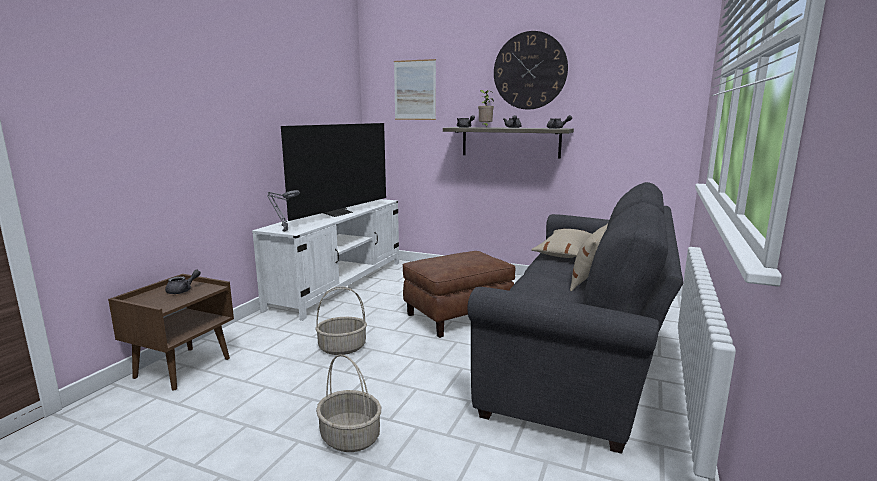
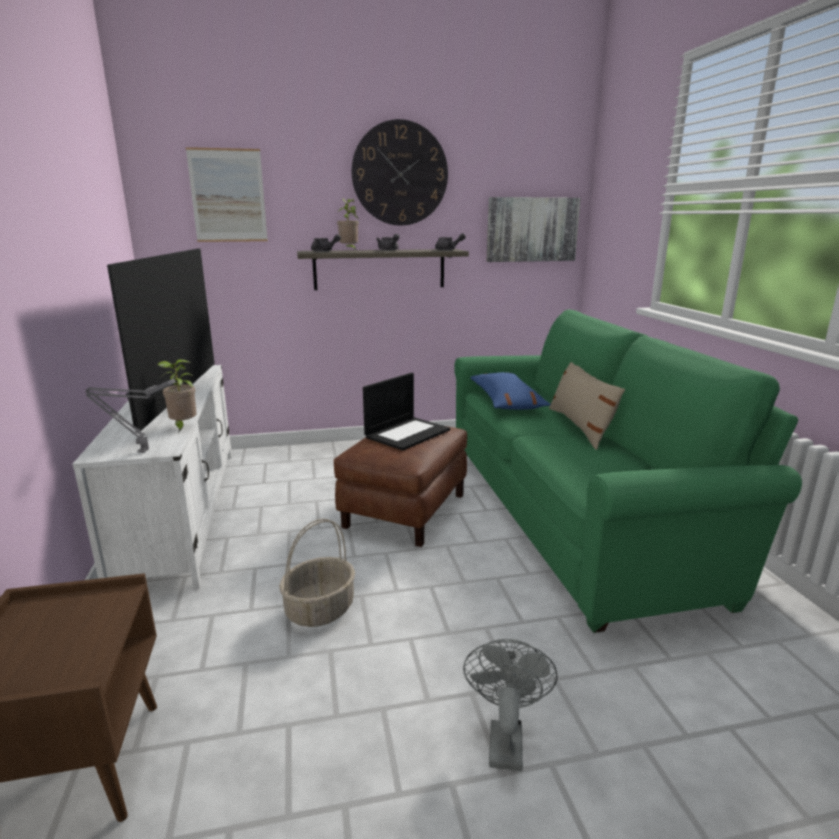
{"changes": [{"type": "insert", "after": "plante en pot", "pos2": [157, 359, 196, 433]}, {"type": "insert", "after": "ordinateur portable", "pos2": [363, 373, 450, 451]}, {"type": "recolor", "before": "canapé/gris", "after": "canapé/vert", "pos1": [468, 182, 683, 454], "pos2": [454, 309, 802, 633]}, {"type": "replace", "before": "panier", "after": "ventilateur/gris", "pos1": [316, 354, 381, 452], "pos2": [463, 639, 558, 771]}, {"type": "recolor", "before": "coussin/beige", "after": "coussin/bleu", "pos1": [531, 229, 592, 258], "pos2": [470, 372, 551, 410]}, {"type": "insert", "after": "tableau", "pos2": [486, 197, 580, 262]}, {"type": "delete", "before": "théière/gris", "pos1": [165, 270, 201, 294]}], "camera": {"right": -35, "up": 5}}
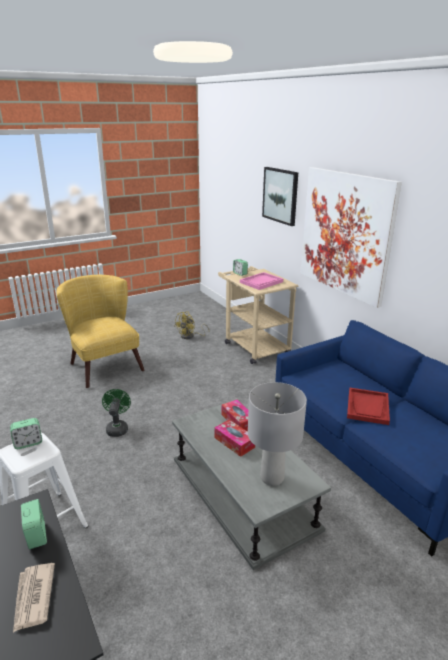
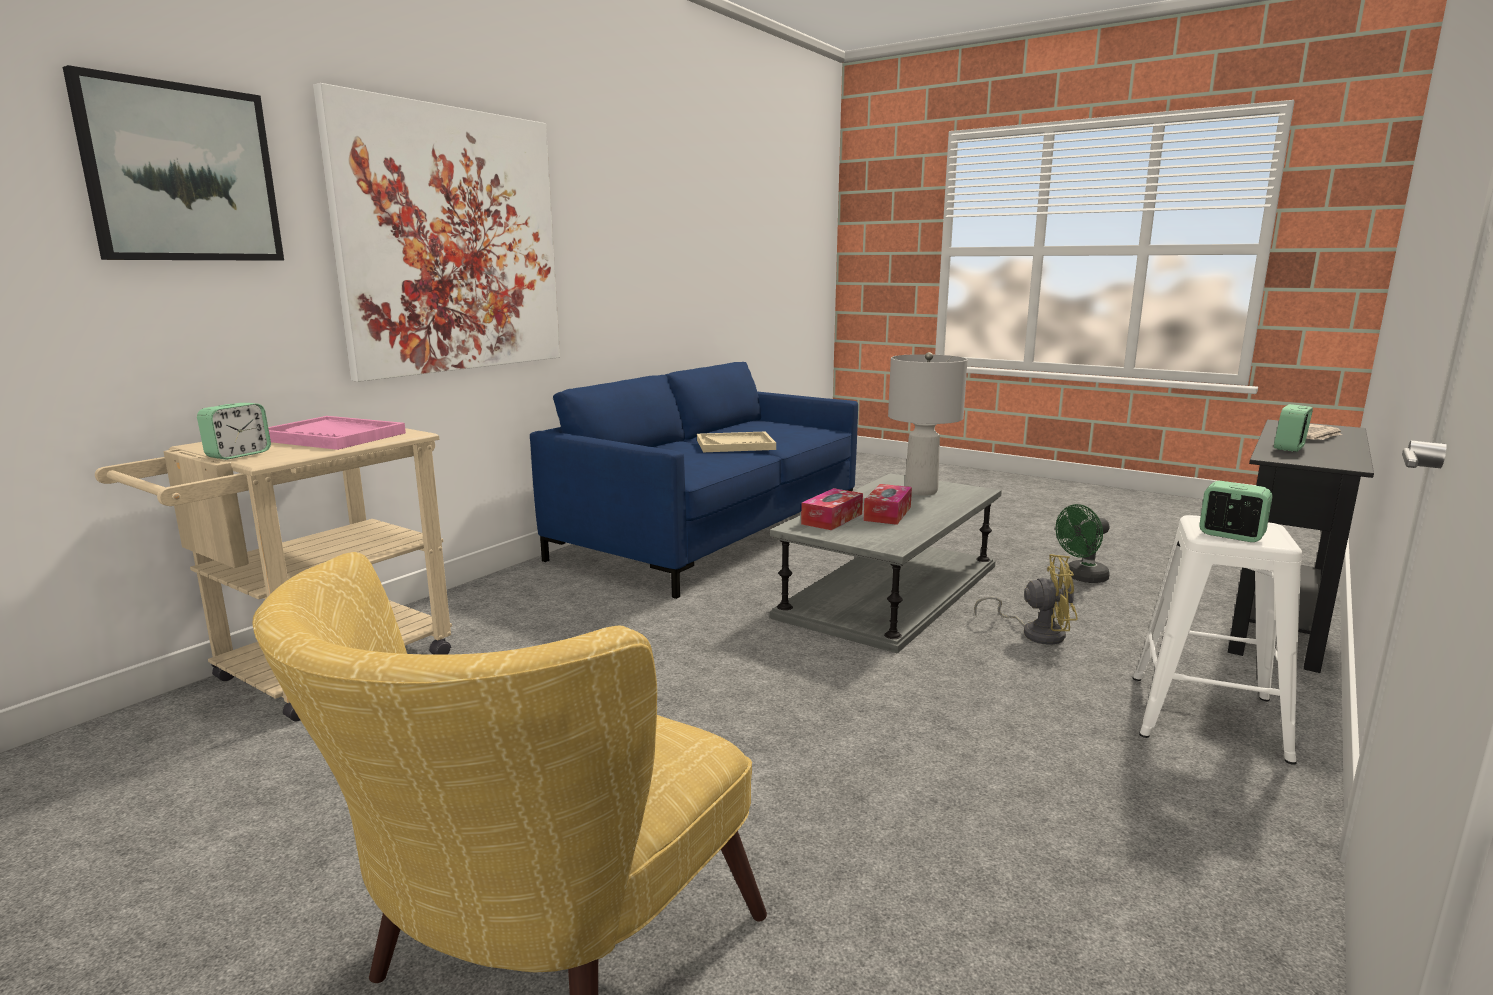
{"changes": [{"type": "recolor", "before": "plateau/rouge", "after": "plateau/beige", "pos1": [347, 388, 390, 425], "pos2": [697, 432, 776, 452]}, {"type": "move", "before": "ventilateur/jaune", "pos1": [174, 311, 209, 339], "pos2": [974, 554, 1078, 645]}, {"type": "move", "before": "ventilateur/vert", "pos1": [102, 389, 131, 437], "pos2": [1056, 504, 1110, 583]}], "camera": {"right": -115, "up": -10}}
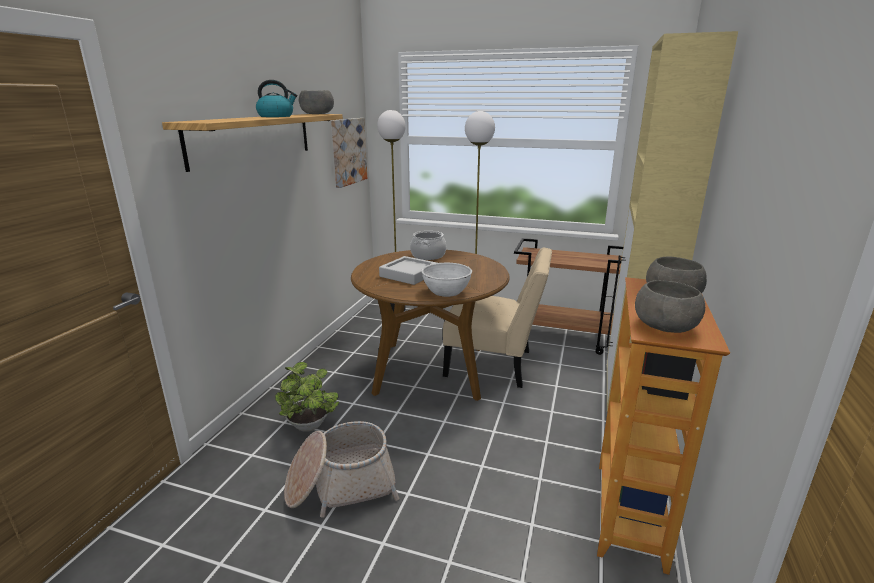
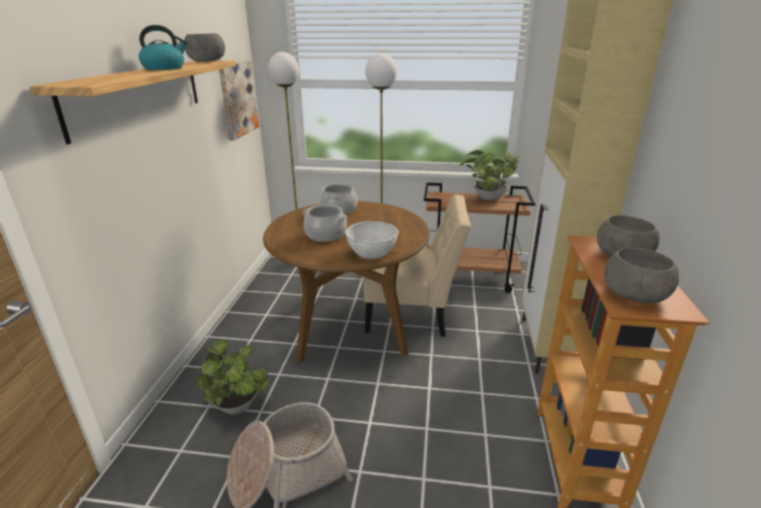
{"changes": [{"type": "replace", "before": "plateau/gris", "after": "marmite", "pos1": [379, 256, 437, 285], "pos2": [303, 204, 347, 242]}, {"type": "insert", "after": "plante en pot", "pos2": [460, 150, 520, 201]}], "camera": {"right": -10, "up": 5}}
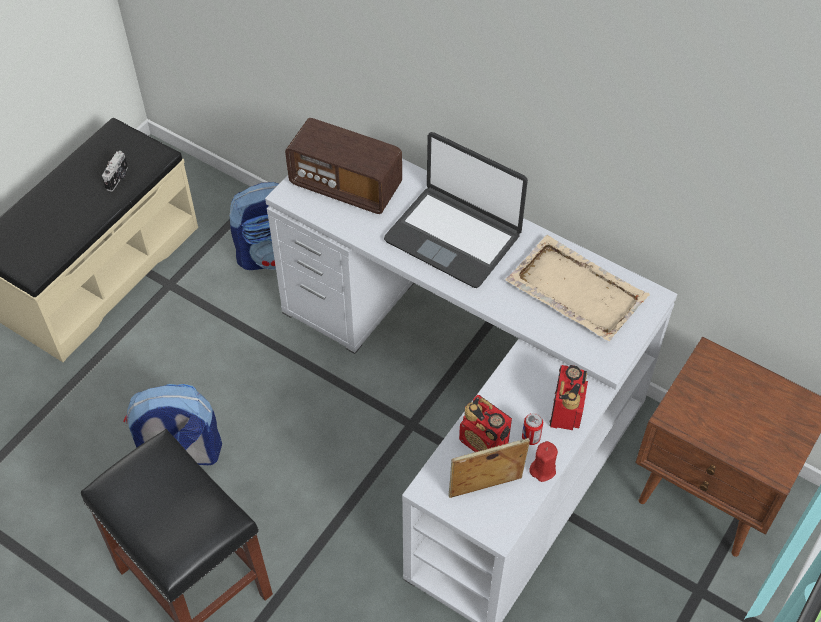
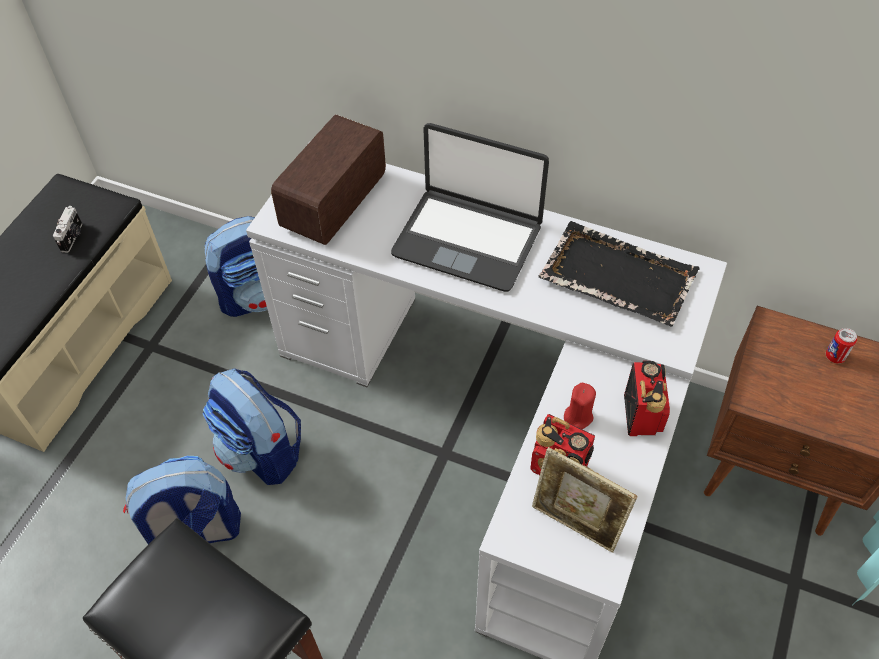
{"changes": [{"type": "insert", "after": "sac à dos", "pos2": [203, 368, 301, 485]}, {"type": "rotate", "before": "radio", "pos1": [285, 118, 402, 214], "pos2": [271, 114, 386, 245], "turn": 105}, {"type": "rotate", "before": "cadre photo", "pos1": [448, 438, 530, 498], "pos2": [532, 447, 638, 553], "turn": -120}, {"type": "recolor", "before": "plateau/beige", "after": "plateau/noir", "pos1": [505, 235, 650, 341], "pos2": [538, 221, 700, 326]}, {"type": "move", "before": "bougie/rouge", "pos1": [529, 441, 558, 482], "pos2": [564, 383, 596, 429]}, {"type": "move", "before": "boîte métallique", "pos1": [522, 413, 543, 445], "pos2": [826, 328, 857, 363]}], "camera": {"right": -10, "up": 0}}
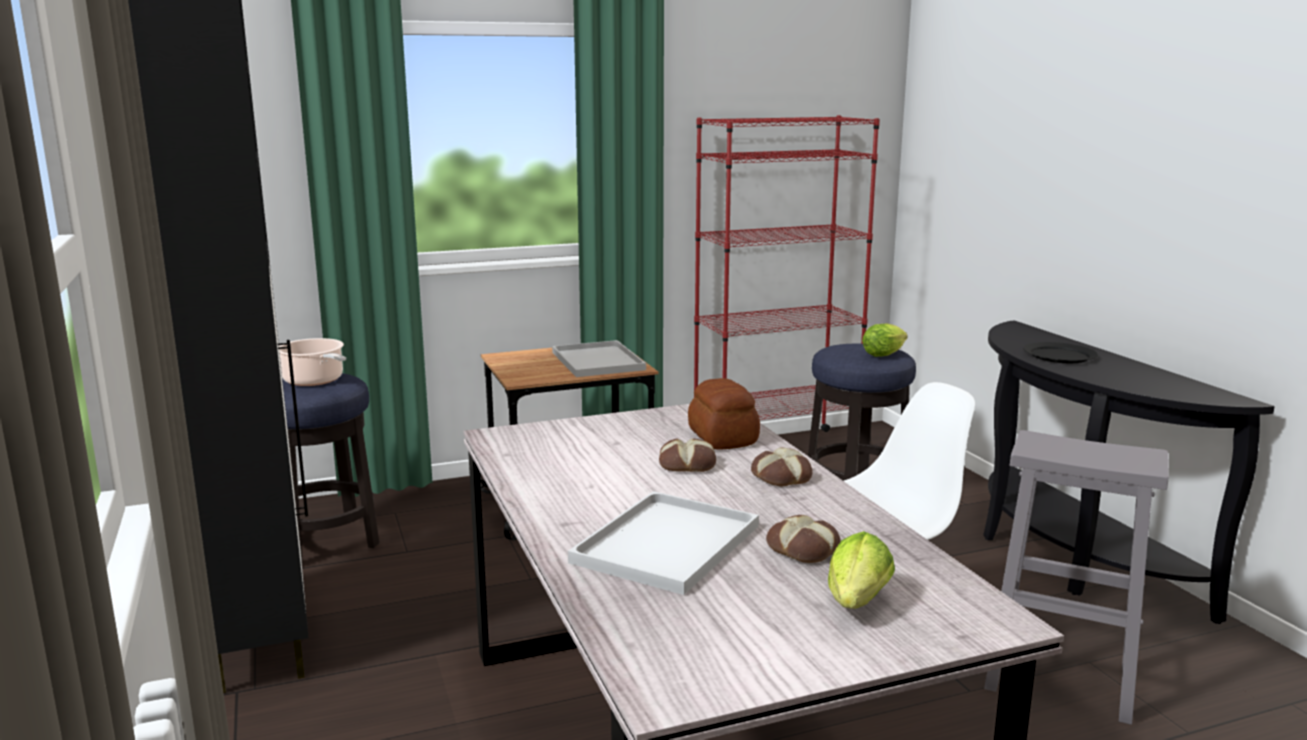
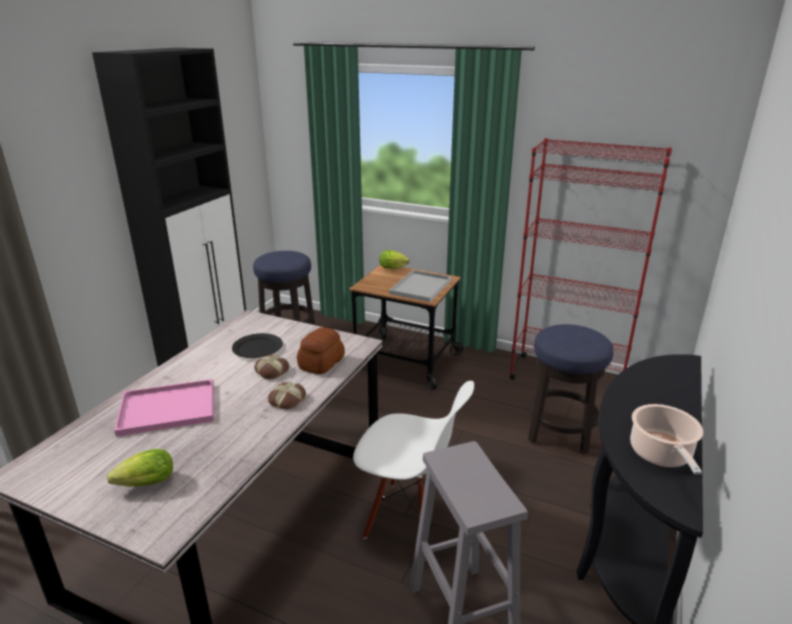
{"changes": [{"type": "recolor", "before": "plateau/blanc", "after": "plateau/rose", "pos1": [568, 491, 759, 595], "pos2": [114, 379, 214, 437]}, {"type": "move", "before": "assiette/noir", "pos1": [1023, 342, 1098, 363], "pos2": [232, 333, 283, 358]}, {"type": "move", "before": "laitue", "pos1": [862, 323, 908, 357], "pos2": [379, 250, 410, 269]}, {"type": "move", "before": "marmite", "pos1": [279, 338, 346, 386], "pos2": [630, 404, 703, 474]}, {"type": "delete", "before": "pain", "pos1": [766, 515, 840, 563]}], "camera": {"right": 45, "up": 10}}
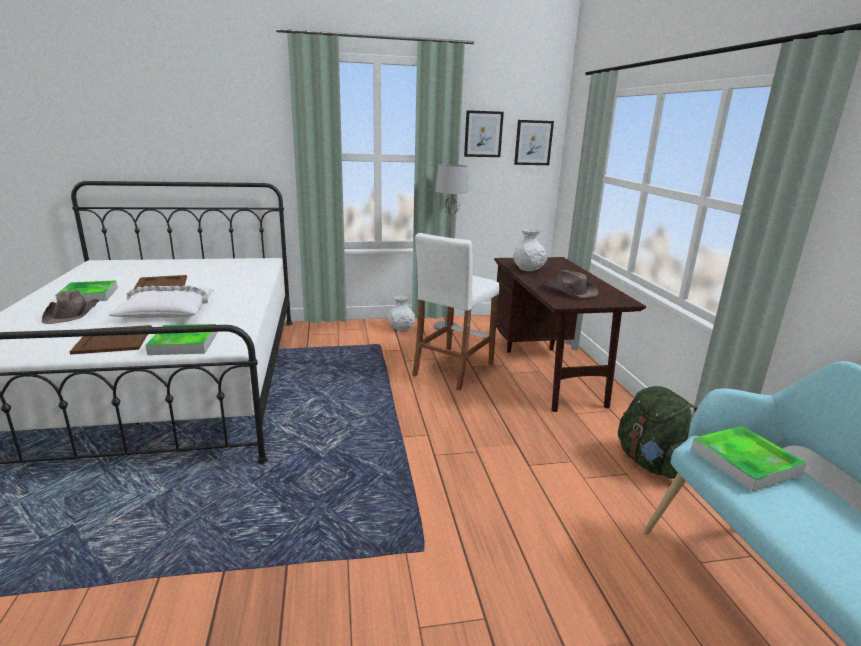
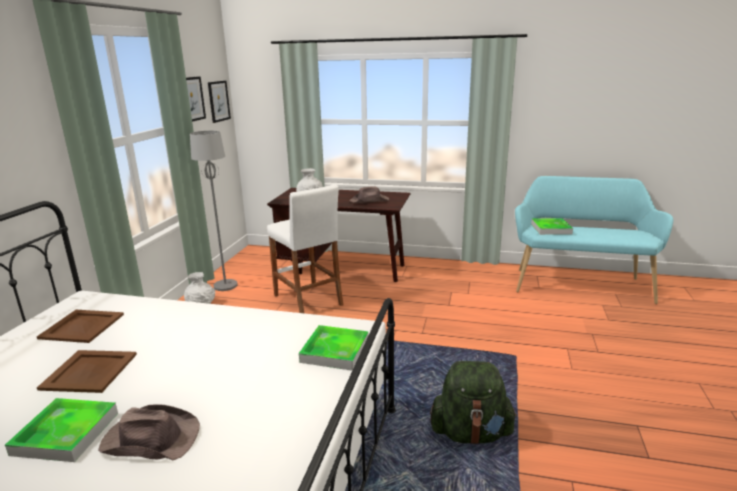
{"changes": [{"type": "move", "before": "plateau/marron", "pos1": [70, 325, 152, 355], "pos2": [37, 310, 124, 343]}, {"type": "move", "before": "sac à dos/vert", "pos1": [618, 386, 697, 479], "pos2": [430, 361, 517, 444]}, {"type": "delete", "before": "coussin/blanc", "pos1": [108, 285, 215, 318]}], "camera": {"right": -65, "up": 0}}
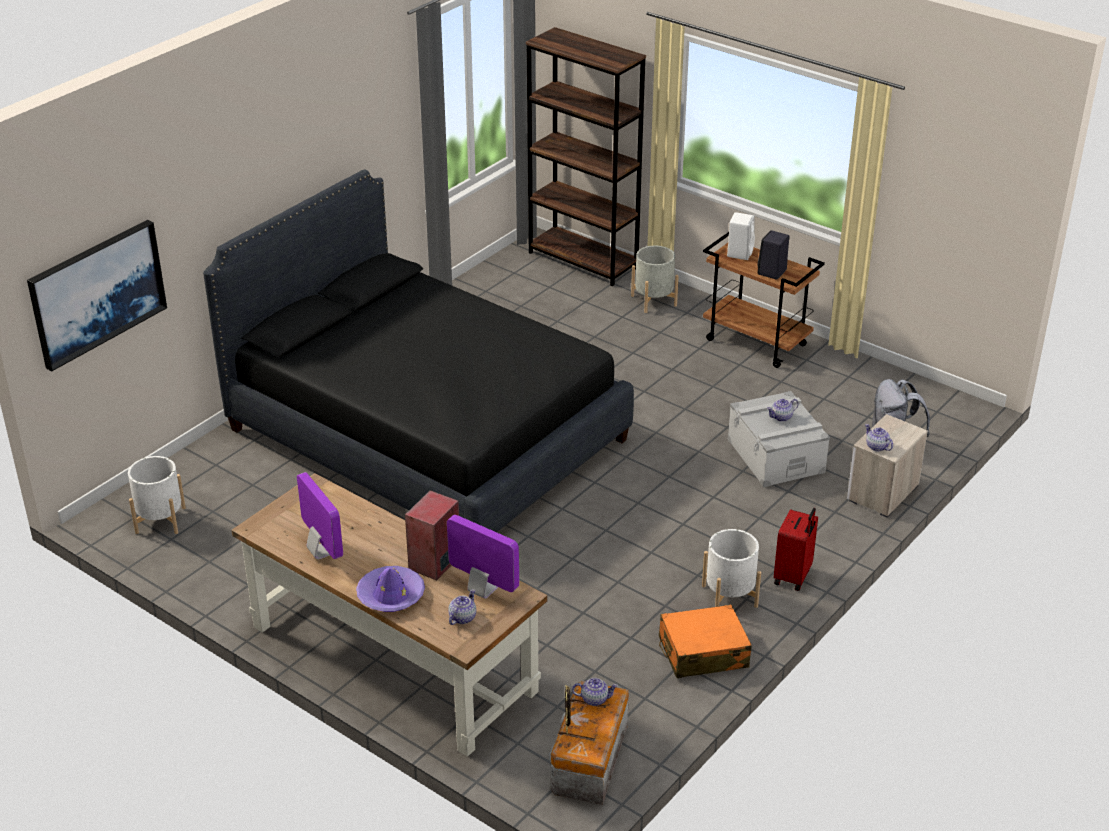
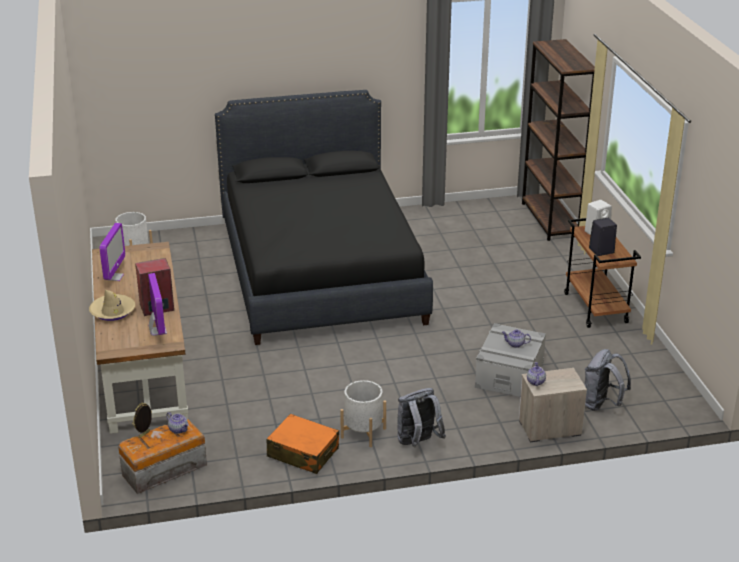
{"changes": [{"type": "recolor", "before": "chapeau/violet", "after": "chapeau/beige", "pos1": [356, 566, 425, 612], "pos2": [89, 290, 135, 321]}, {"type": "replace", "before": "valise/rouge", "after": "sac à dos/gris", "pos1": [774, 508, 818, 591], "pos2": [397, 388, 446, 448]}, {"type": "delete", "before": "tableau", "pos1": [27, 220, 167, 371]}, {"type": "delete", "before": "théière", "pos1": [448, 589, 476, 625]}, {"type": "delete", "before": "cache-pot/gris", "pos1": [631, 246, 679, 313]}], "camera": {"right": 40, "up": -5}}
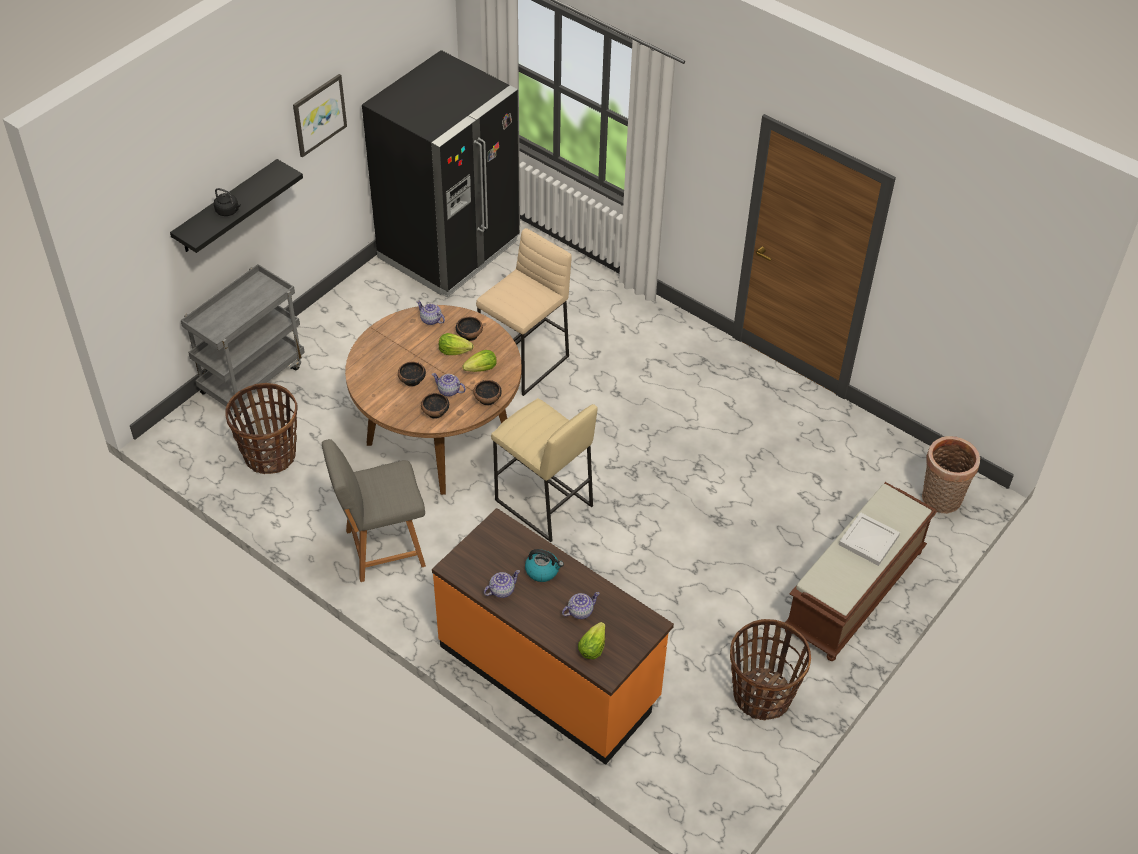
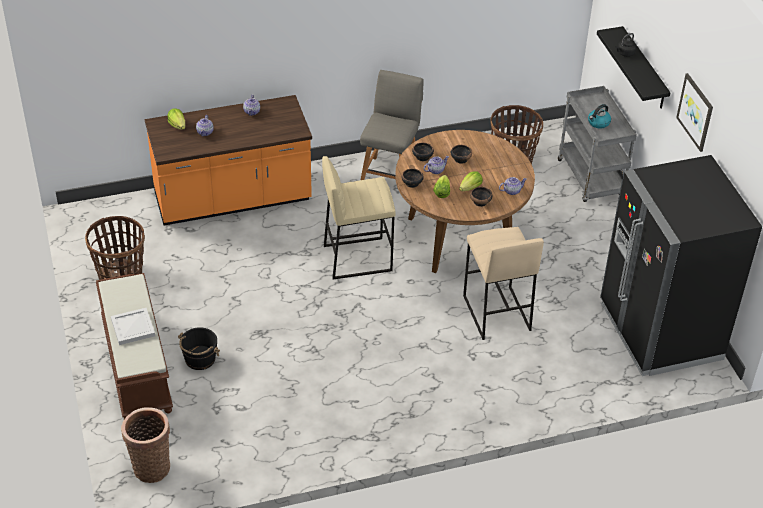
{"changes": [{"type": "insert", "after": "seau/noir", "pos2": [178, 327, 220, 370]}, {"type": "move", "before": "bouilloire", "pos1": [525, 549, 564, 582], "pos2": [588, 104, 611, 128]}], "camera": {"right": 125, "up": -5}}
